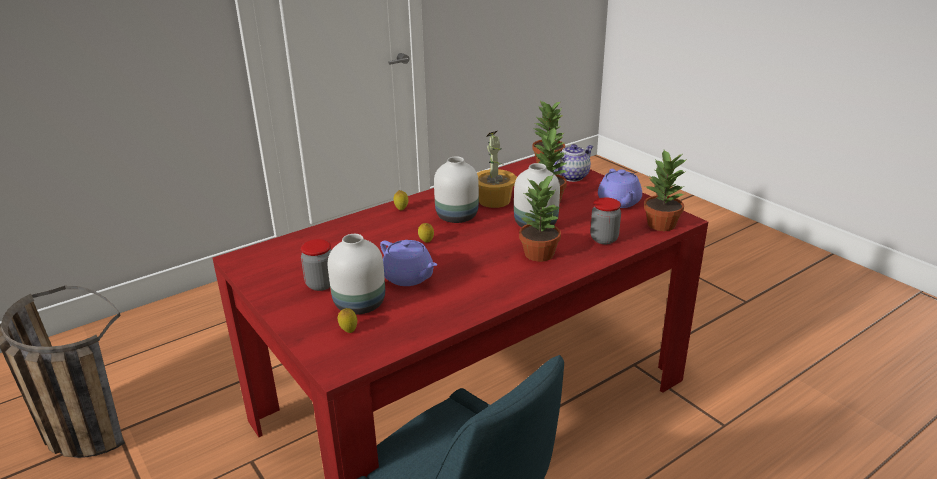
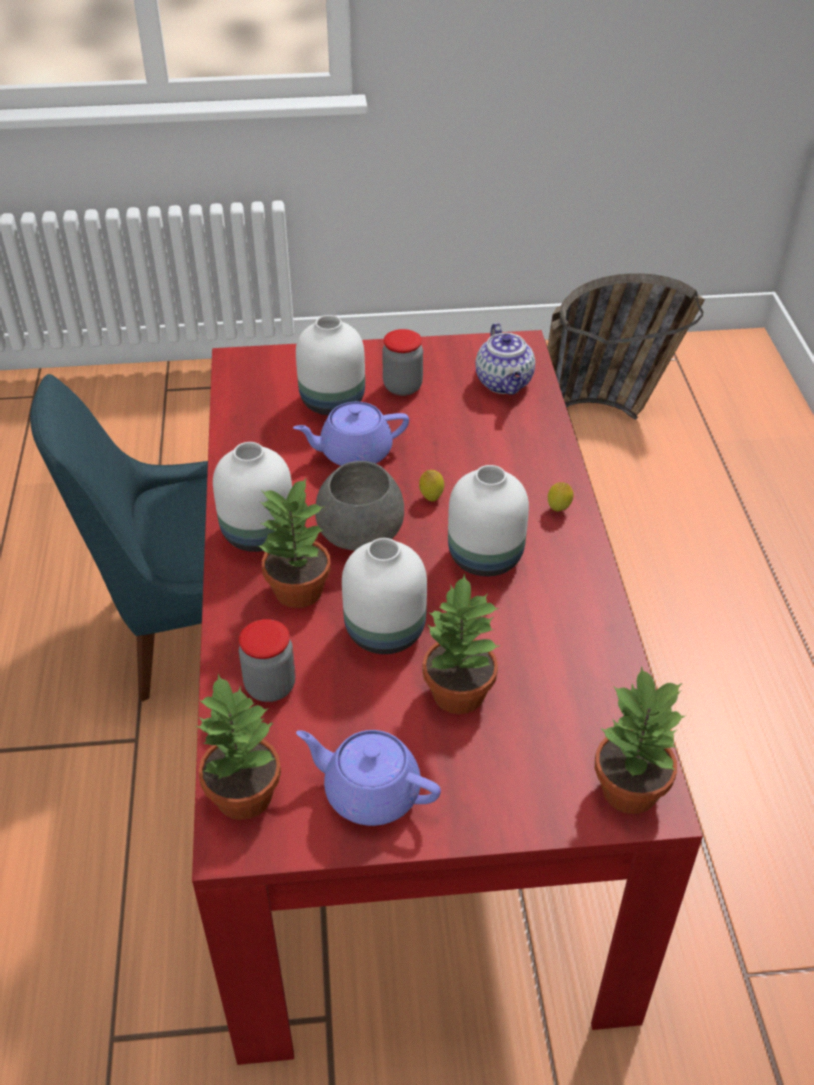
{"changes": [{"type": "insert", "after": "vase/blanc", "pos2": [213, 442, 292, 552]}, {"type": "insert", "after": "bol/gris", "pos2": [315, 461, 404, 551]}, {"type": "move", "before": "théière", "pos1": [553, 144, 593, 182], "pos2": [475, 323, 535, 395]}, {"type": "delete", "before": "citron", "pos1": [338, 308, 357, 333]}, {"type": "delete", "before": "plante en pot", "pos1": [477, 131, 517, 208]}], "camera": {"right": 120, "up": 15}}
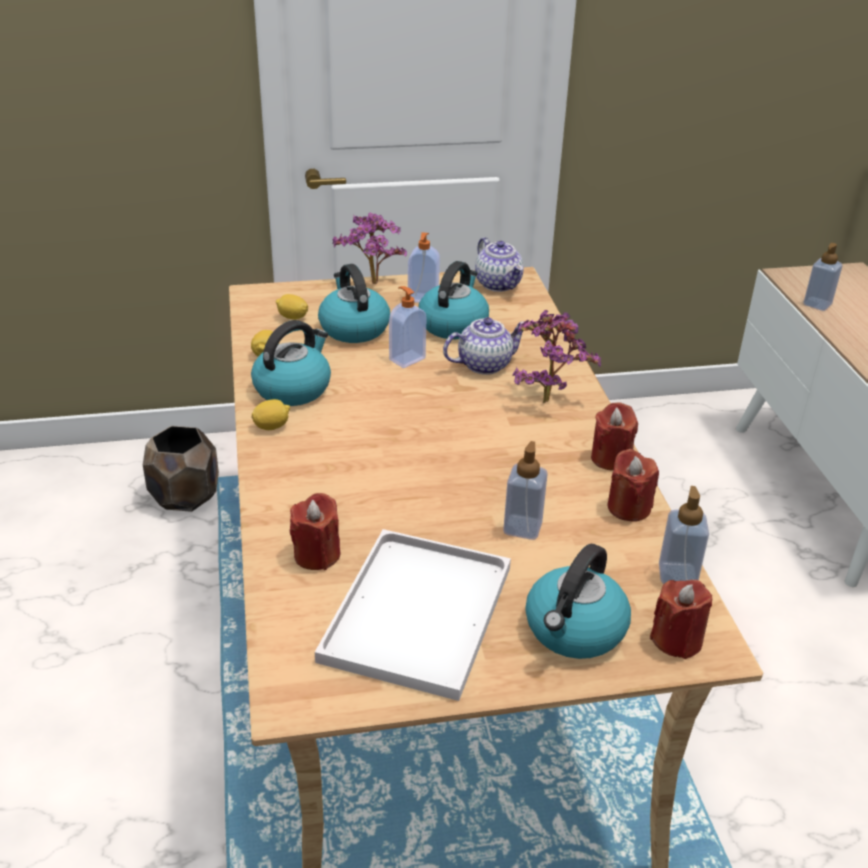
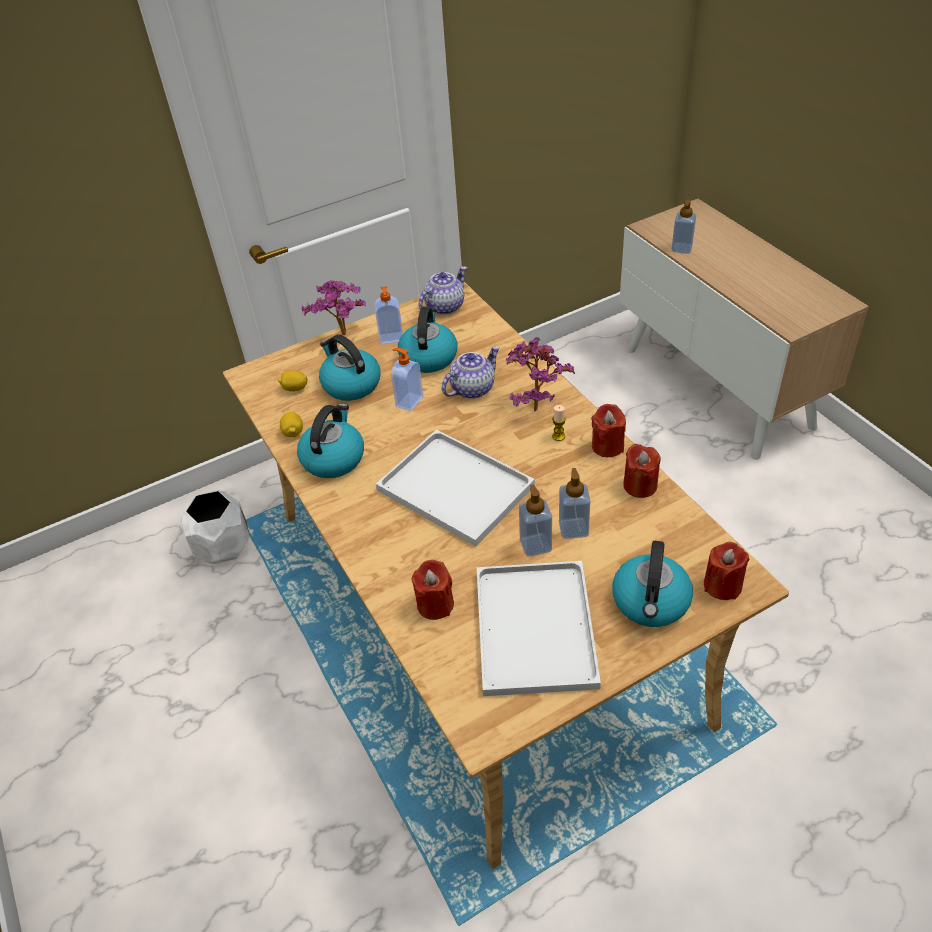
{"changes": [{"type": "recolor", "before": "cache-pot/marron", "after": "cache-pot/blanc", "pos1": [143, 426, 219, 512], "pos2": [181, 490, 250, 564]}, {"type": "insert", "after": "plateau/blanc", "pos2": [376, 429, 535, 546]}, {"type": "rotate", "before": "théière", "pos1": [475, 237, 524, 292], "pos2": [419, 267, 467, 315], "turn": -90}, {"type": "move", "before": "distributeur de savon", "pos1": [659, 486, 709, 584], "pos2": [519, 485, 552, 557]}, {"type": "insert", "after": "bougie", "pos2": [552, 405, 566, 441]}, {"type": "delete", "before": "citron", "pos1": [251, 399, 290, 430]}], "camera": {"right": -15, "up": 10}}
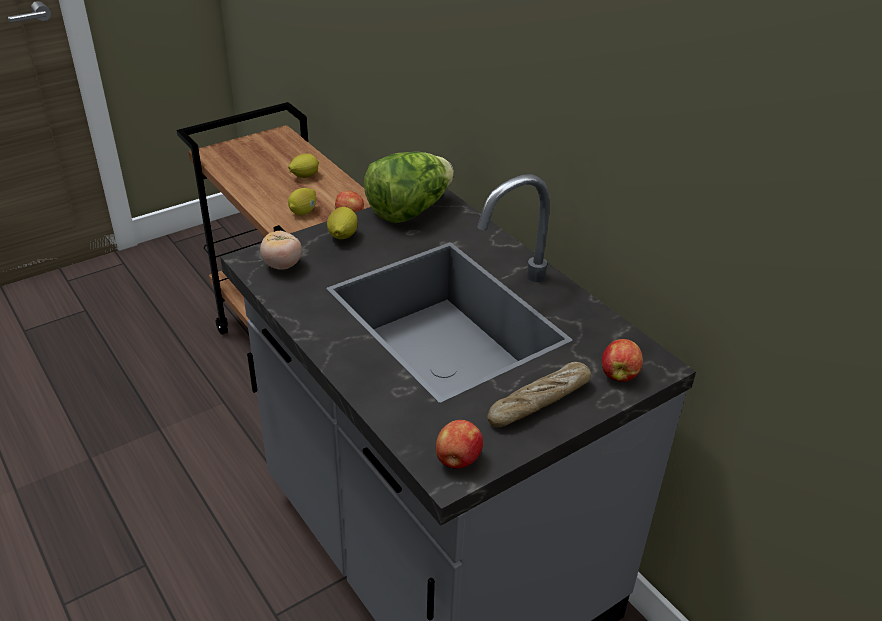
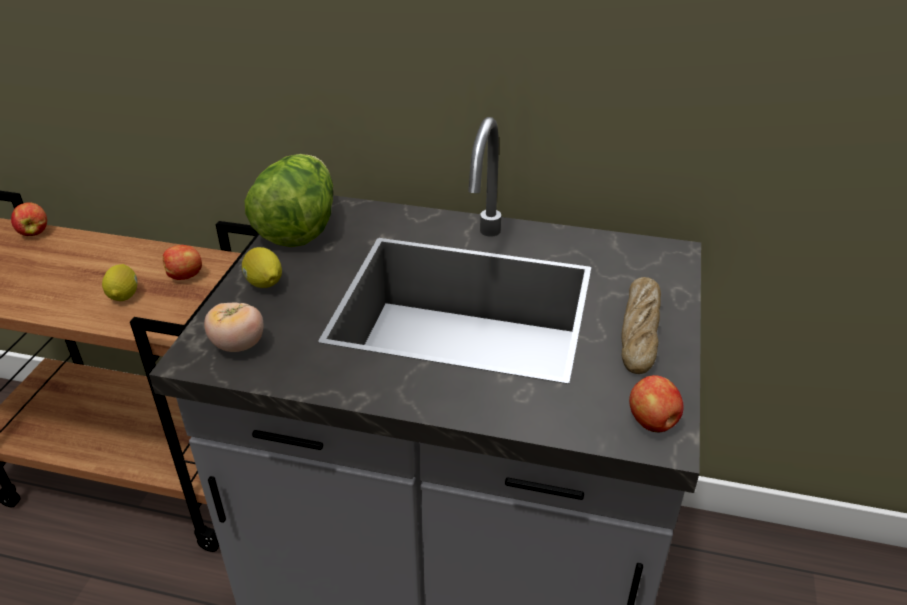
{"changes": [{"type": "move", "before": "pomme", "pos1": [602, 339, 643, 382], "pos2": [11, 202, 47, 236]}, {"type": "delete", "before": "citron", "pos1": [288, 153, 319, 178]}], "camera": {"right": -40, "up": 0}}
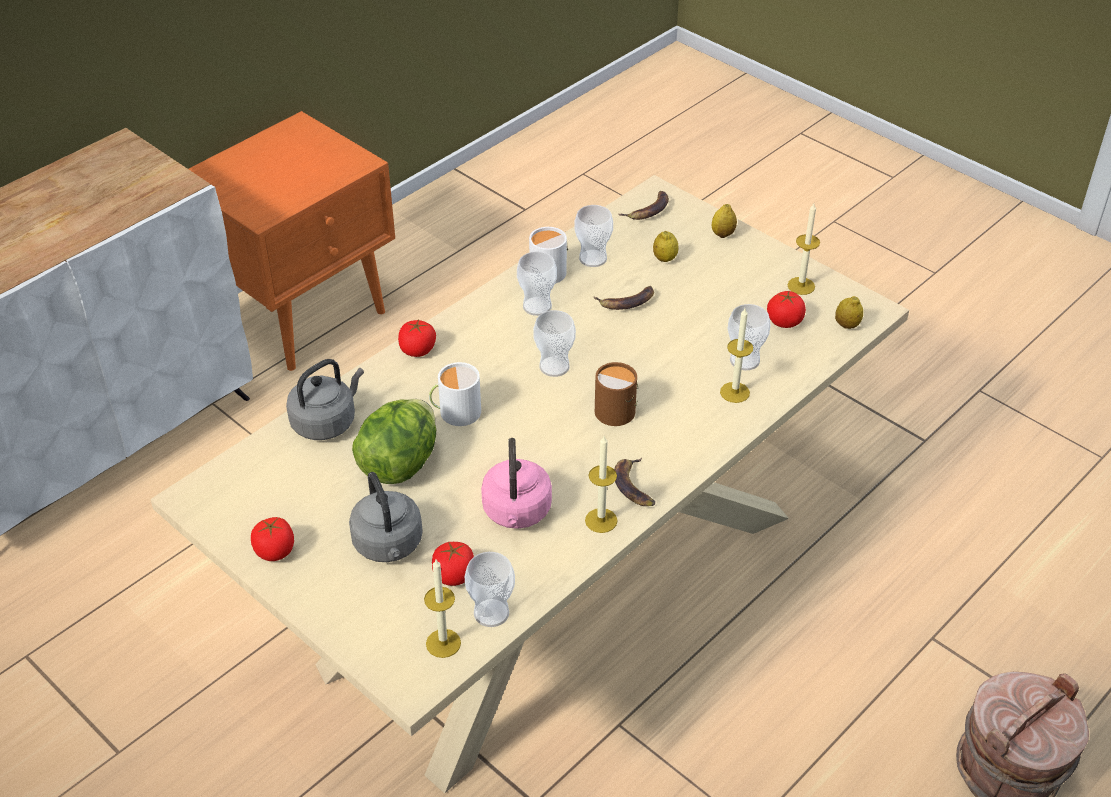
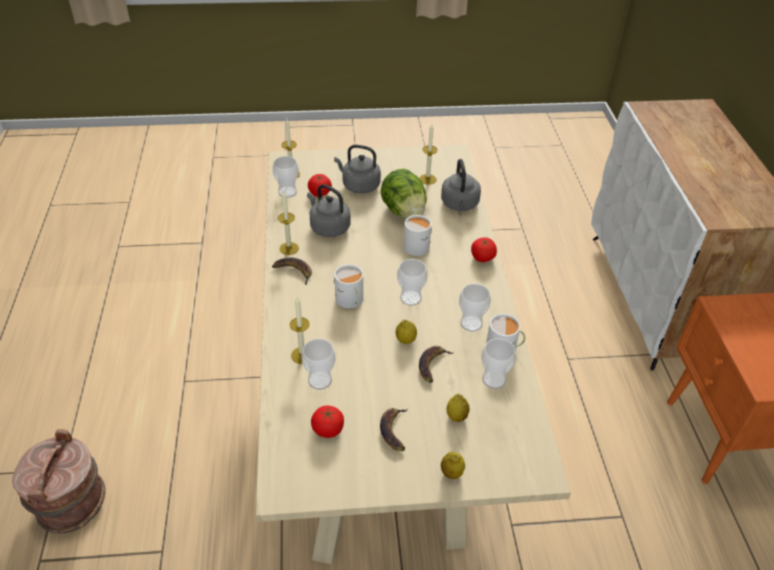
{"changes": [{"type": "recolor", "before": "bouilloire/rose", "after": "bouilloire/gris", "pos1": [481, 438, 552, 529], "pos2": [307, 184, 351, 237]}, {"type": "recolor", "before": "mug/marron", "after": "mug/blanc", "pos1": [595, 362, 638, 426], "pos2": [334, 264, 363, 308]}, {"type": "move", "before": "banane", "pos1": [618, 191, 669, 220], "pos2": [380, 408, 408, 451]}, {"type": "move", "before": "citron", "pos1": [835, 296, 863, 329], "pos2": [396, 320, 417, 344]}, {"type": "move", "before": "bougie", "pos1": [788, 203, 820, 295], "pos2": [419, 124, 438, 185]}, {"type": "delete", "before": "tomate", "pos1": [251, 517, 294, 561]}], "camera": {"right": 130, "up": 0}}
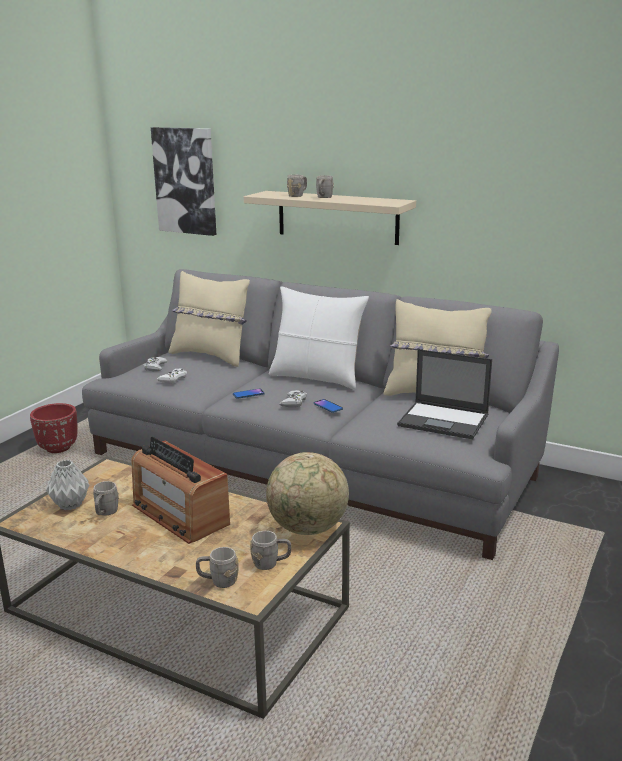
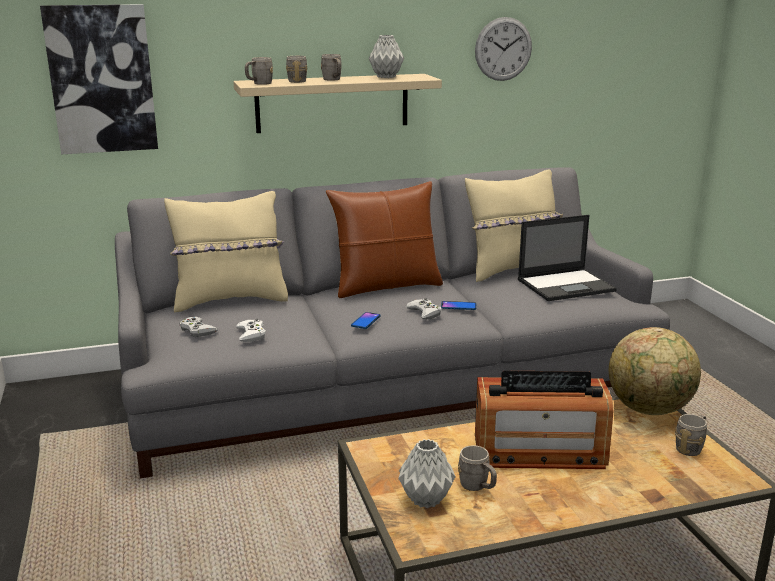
{"changes": [{"type": "move", "before": "mug/gris", "pos1": [196, 547, 239, 588], "pos2": [245, 57, 273, 85]}, {"type": "recolor", "before": "coussin/blanc", "after": "coussin/marron", "pos1": [269, 286, 369, 389], "pos2": [326, 181, 443, 298]}, {"type": "insert", "after": "vase/gris", "pos2": [369, 35, 404, 78]}, {"type": "insert", "after": "horloge murale", "pos2": [475, 17, 532, 81]}, {"type": "delete", "before": "cache-pot/rouge", "pos1": [30, 403, 78, 453]}], "camera": {"right": -45, "up": 0}}
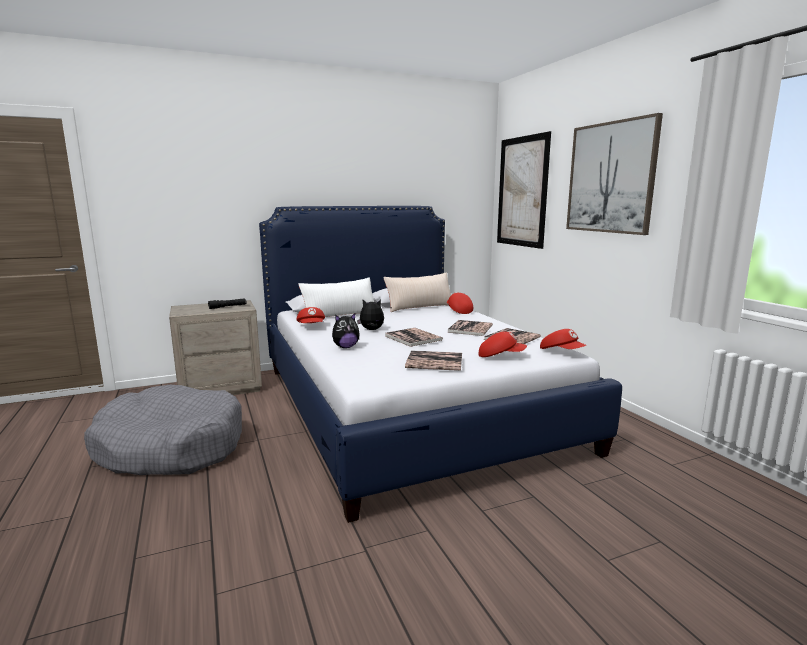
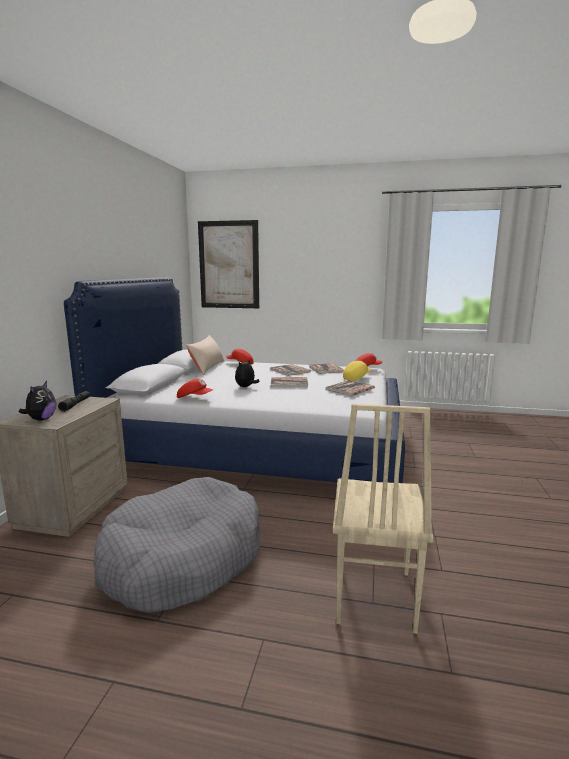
{"changes": [{"type": "move", "before": "peluche", "pos1": [332, 313, 360, 348], "pos2": [19, 381, 56, 421]}, {"type": "insert", "after": "chaise/beige", "pos2": [333, 404, 433, 634]}, {"type": "recolor", "before": "casquette/rouge", "after": "casquette/jaune", "pos1": [478, 332, 527, 357], "pos2": [343, 360, 371, 381]}, {"type": "delete", "before": "coussin/blanc", "pos1": [298, 278, 374, 317]}, {"type": "delete", "before": "tableau", "pos1": [566, 113, 663, 235]}], "camera": {"right": -55, "up": 0}}
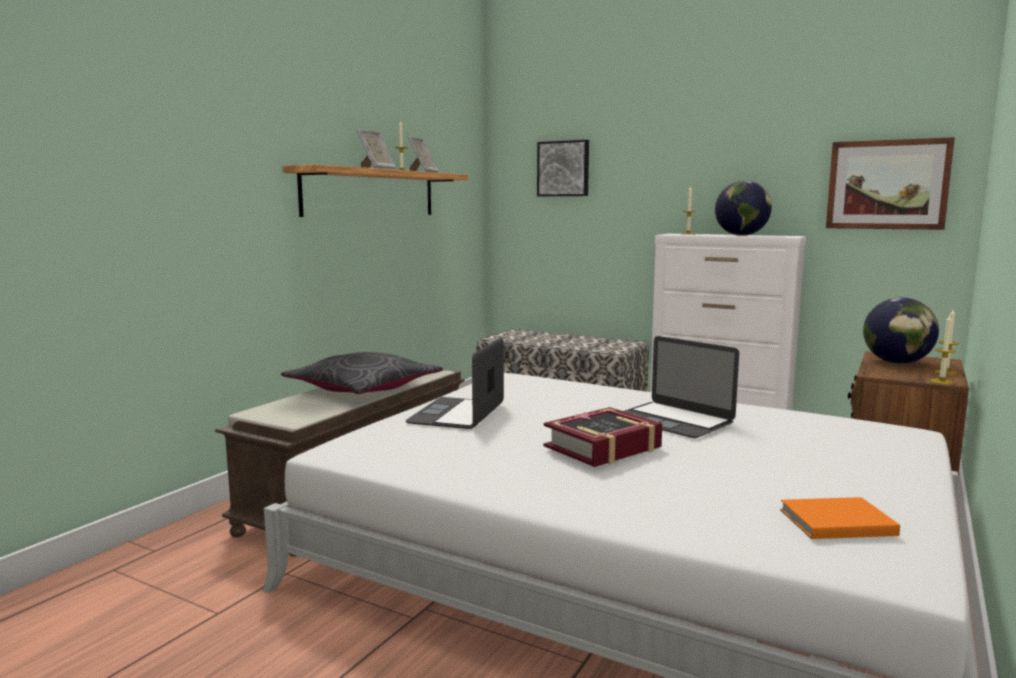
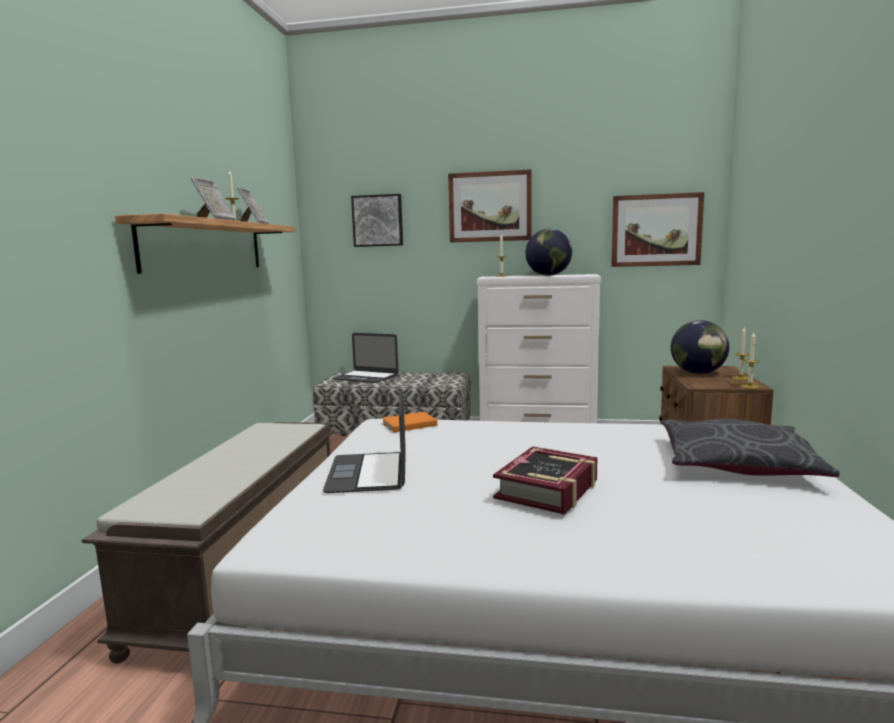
{"changes": [{"type": "move", "before": "ordinateur portable", "pos1": [624, 336, 739, 438], "pos2": [332, 333, 398, 383]}, {"type": "move", "before": "livre/orange", "pos1": [780, 497, 900, 539], "pos2": [382, 412, 437, 432]}, {"type": "insert", "after": "tableau", "pos2": [448, 169, 531, 243]}, {"type": "move", "before": "coussin/gris", "pos1": [281, 352, 443, 394], "pos2": [662, 419, 840, 477]}], "camera": {"right": -20, "up": 0}}
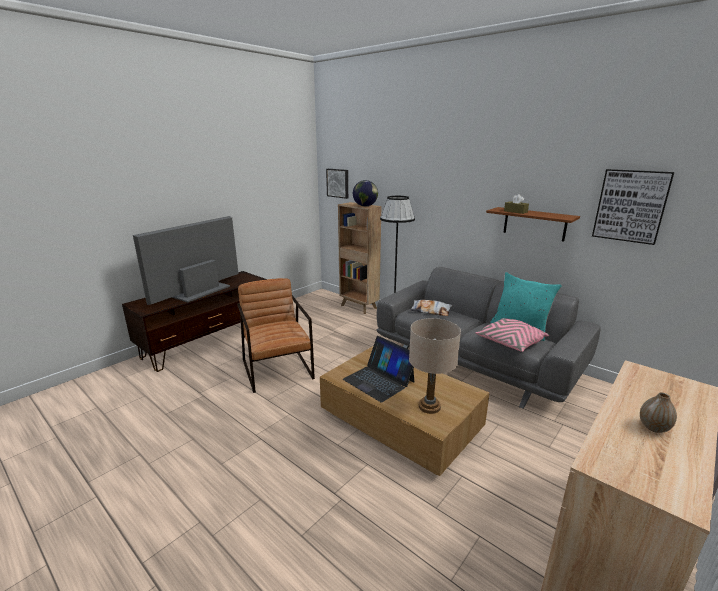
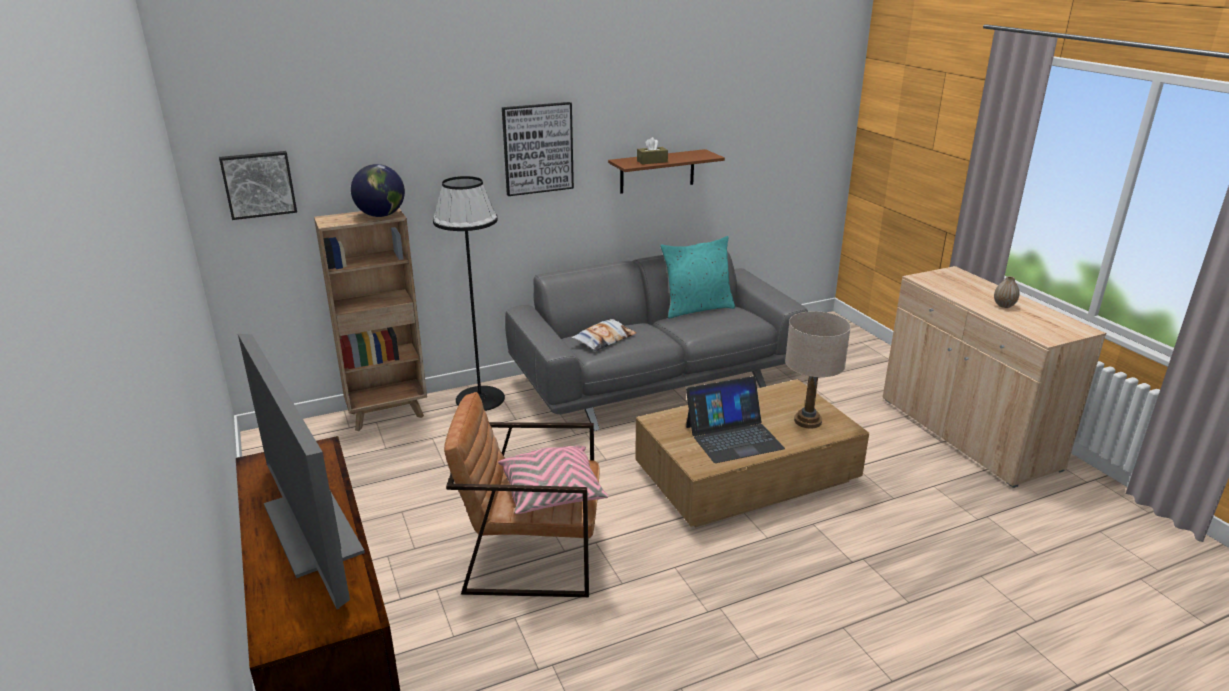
{"changes": [{"type": "move", "before": "coussin/rose", "pos1": [475, 318, 549, 352], "pos2": [498, 446, 608, 514]}, {"type": "move", "before": "tableau", "pos1": [592, 169, 674, 245], "pos2": [502, 102, 574, 196]}], "camera": {"right": -65, "up": 5}}
